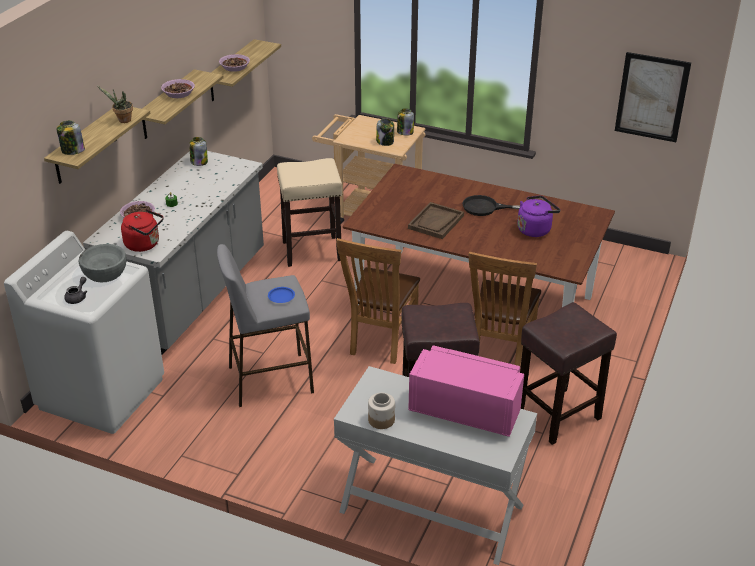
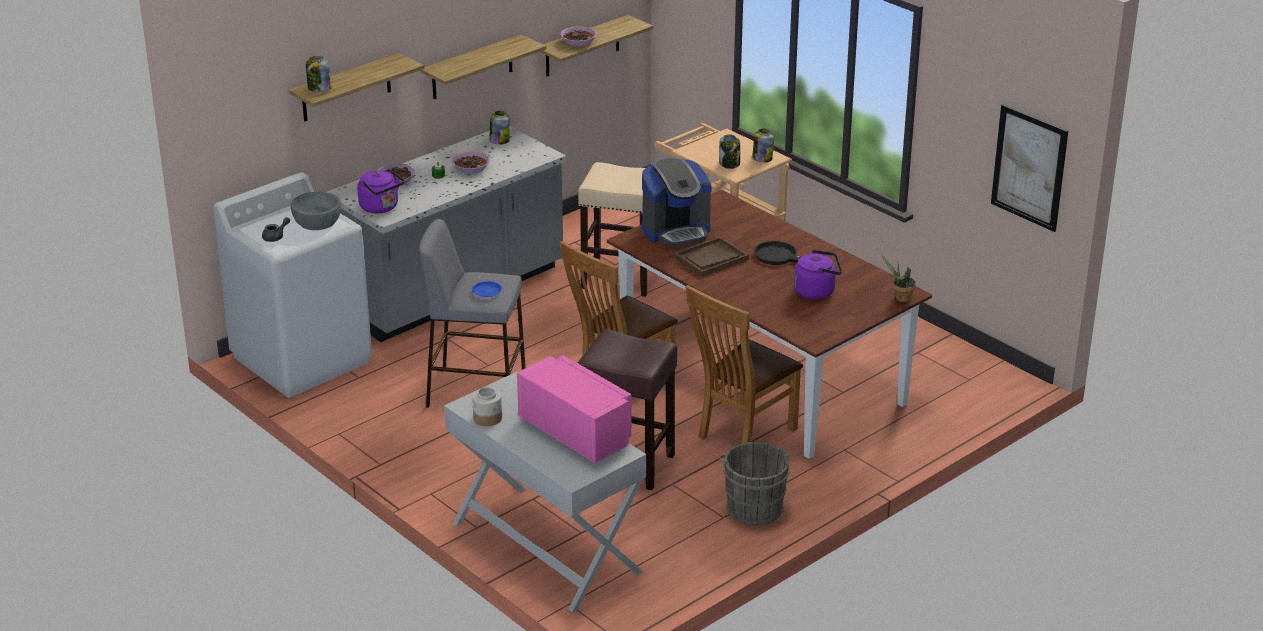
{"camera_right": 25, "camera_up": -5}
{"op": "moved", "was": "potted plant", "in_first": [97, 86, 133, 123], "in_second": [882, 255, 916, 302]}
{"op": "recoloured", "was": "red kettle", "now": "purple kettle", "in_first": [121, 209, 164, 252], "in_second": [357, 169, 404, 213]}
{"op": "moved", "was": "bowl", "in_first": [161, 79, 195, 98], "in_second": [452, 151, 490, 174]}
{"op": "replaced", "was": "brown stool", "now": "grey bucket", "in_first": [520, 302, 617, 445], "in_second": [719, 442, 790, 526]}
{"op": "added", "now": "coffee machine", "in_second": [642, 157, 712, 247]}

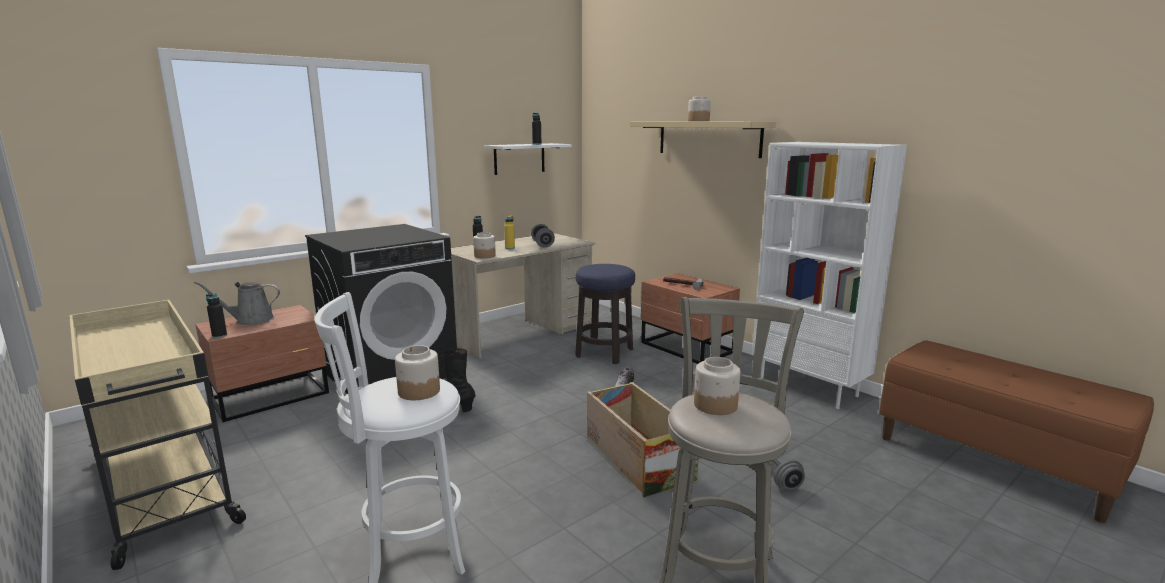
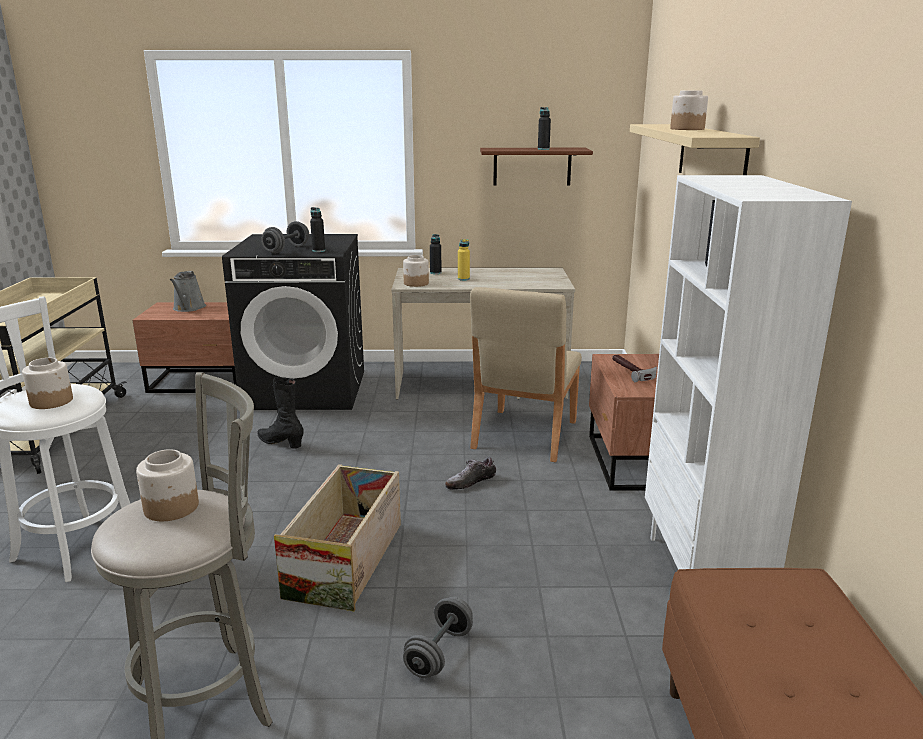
{"camera_right": 40, "camera_up": 5}
{"op": "turned", "was": "grey watering can", "in_first": [194, 281, 280, 325], "in_second": [170, 271, 206, 312], "clockwise": -120}
{"op": "moved", "was": "black bottle", "in_first": [206, 293, 227, 338], "in_second": [310, 207, 325, 252]}
{"op": "recoloured", "was": "white shelf", "now": "brown shelf", "in_first": [484, 143, 572, 175], "in_second": [480, 148, 593, 186]}
{"op": "moved", "was": "grey dumbbell", "in_first": [531, 224, 555, 248], "in_second": [261, 221, 309, 253]}
{"op": "replaced", "was": "stool", "now": "beige chair", "in_first": [575, 264, 635, 364], "in_second": [470, 287, 582, 462]}

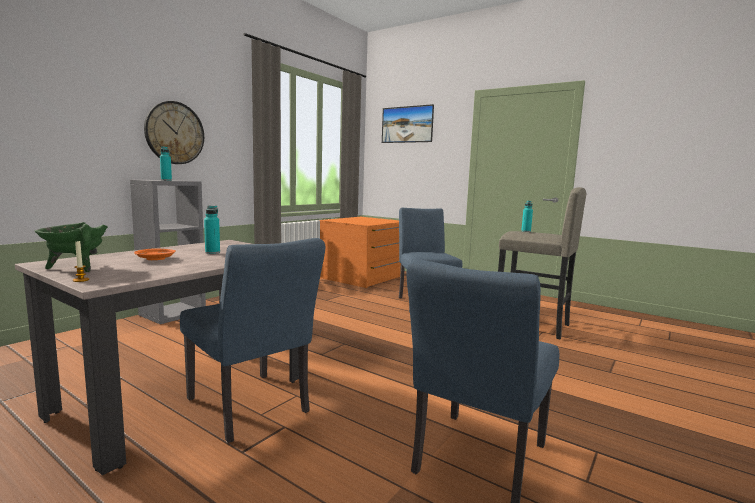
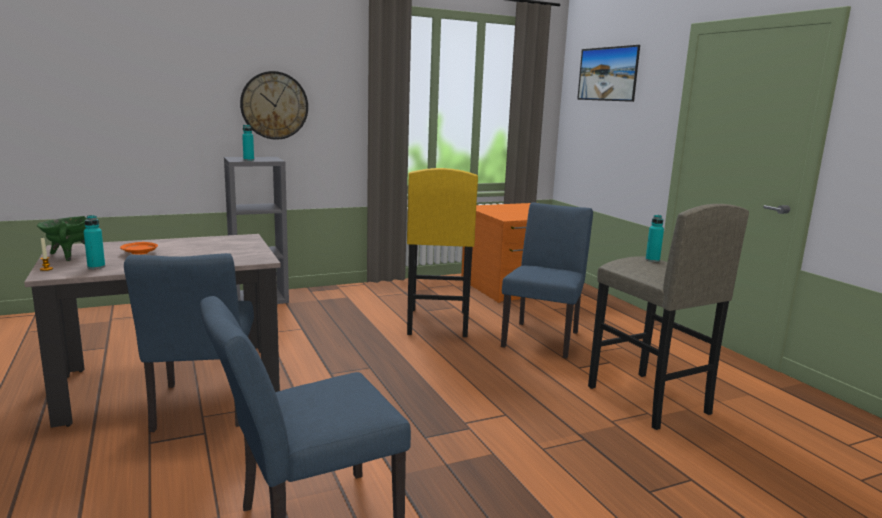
{"camera_right": 30, "camera_up": 5}
{"op": "moved", "was": "turquoise bottle", "in_first": [204, 206, 220, 254], "in_second": [84, 215, 105, 269]}
{"op": "added", "now": "yellow stool", "in_second": [407, 168, 478, 337]}

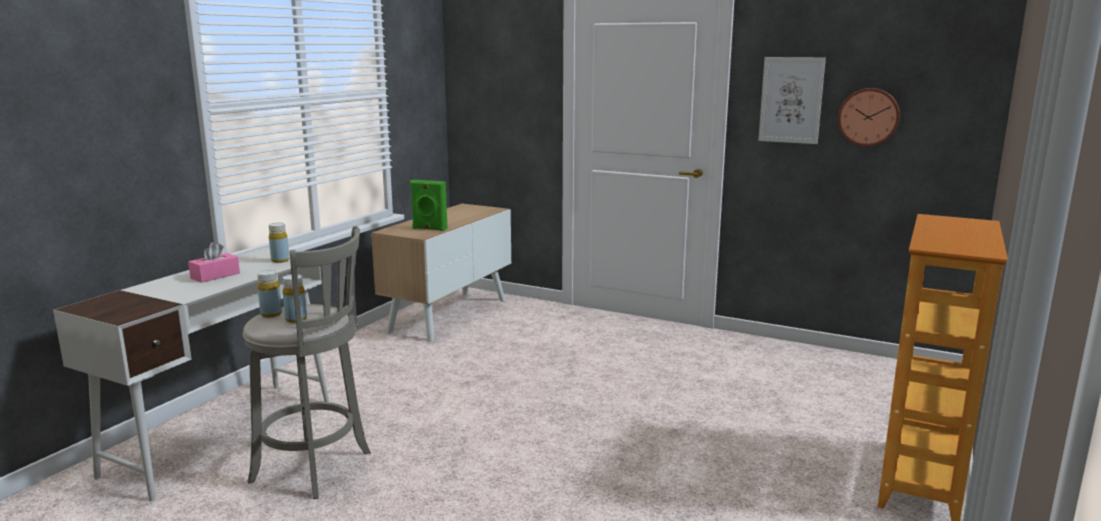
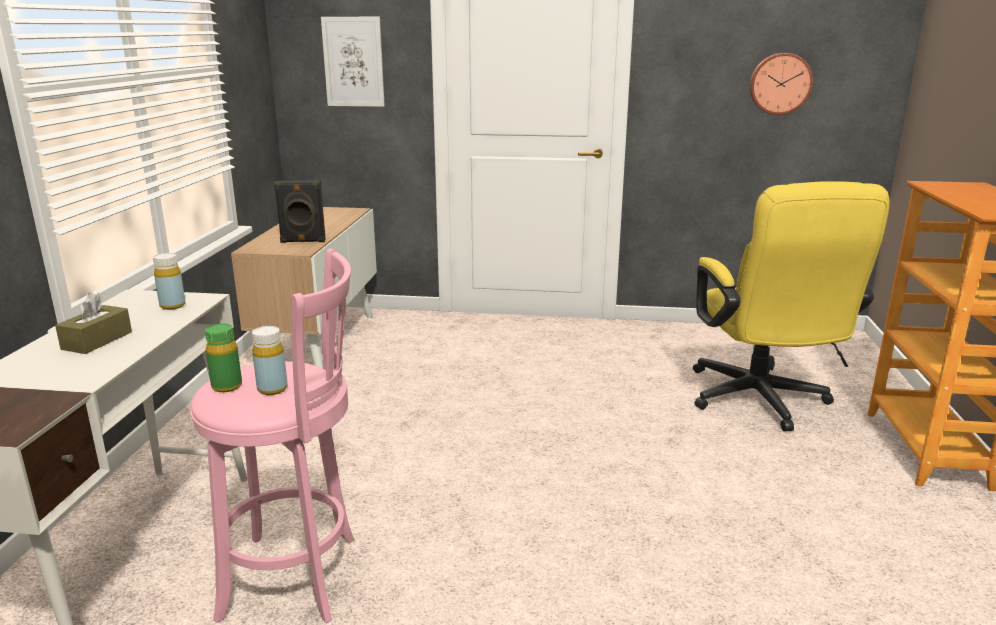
{"camera_right": -20, "camera_up": 5}
{"op": "recoloured", "was": "pink tissue box", "now": "brown tissue box", "in_first": [188, 242, 240, 283], "in_second": [55, 292, 132, 354]}
{"op": "recoloured", "was": "grey stool", "now": "pink stool", "in_first": [243, 226, 371, 499], "in_second": [190, 248, 355, 624]}
{"op": "recoloured", "was": "yellow bottle", "now": "green bottle", "in_first": [257, 270, 282, 317], "in_second": [205, 324, 242, 392]}
{"op": "recoloured", "was": "green speaker", "now": "black speaker", "in_first": [410, 180, 447, 231], "in_second": [274, 180, 326, 243]}
{"op": "moved", "was": "picture", "in_first": [758, 57, 826, 144], "in_second": [321, 17, 385, 107]}
{"op": "added", "now": "yellow office chair", "in_second": [693, 181, 890, 431]}

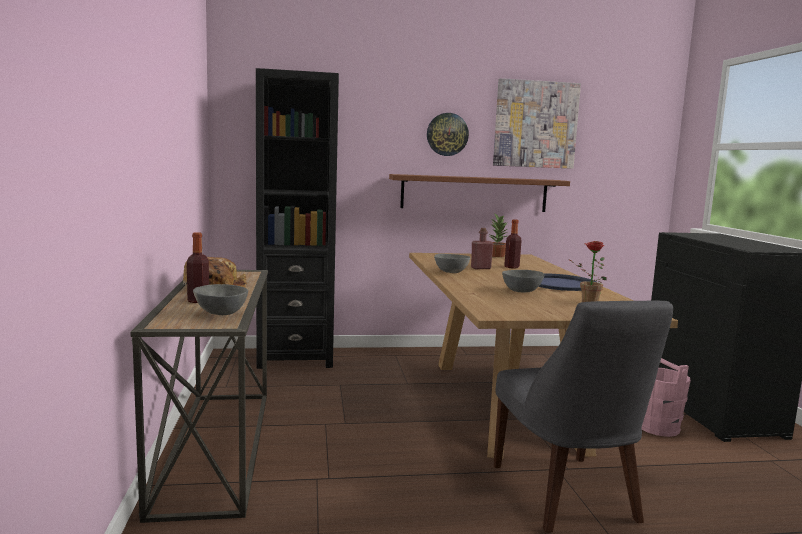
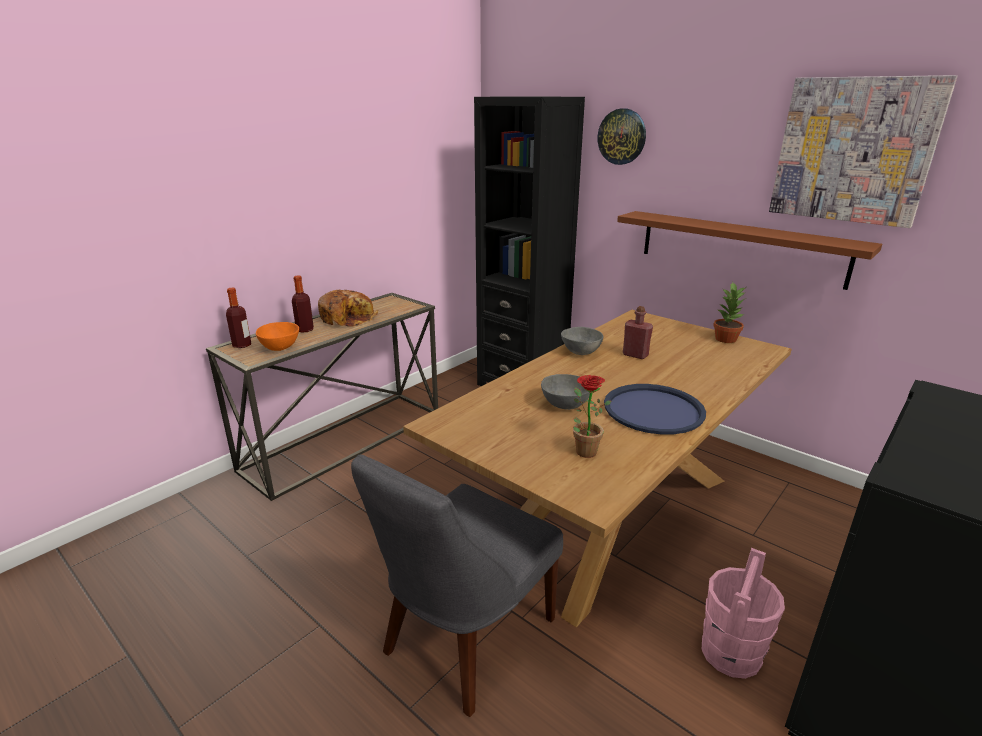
{"camera_right": 50, "camera_up": 15}
{"op": "recoloured", "was": "grey bowl", "now": "orange bowl", "in_first": [193, 284, 248, 315], "in_second": [256, 322, 299, 351]}
{"op": "moved", "was": "wall clock", "in_first": [427, 113, 469, 156], "in_second": [598, 109, 646, 165]}
{"op": "moved", "was": "bottle", "in_first": [504, 219, 522, 269], "in_second": [226, 288, 251, 348]}

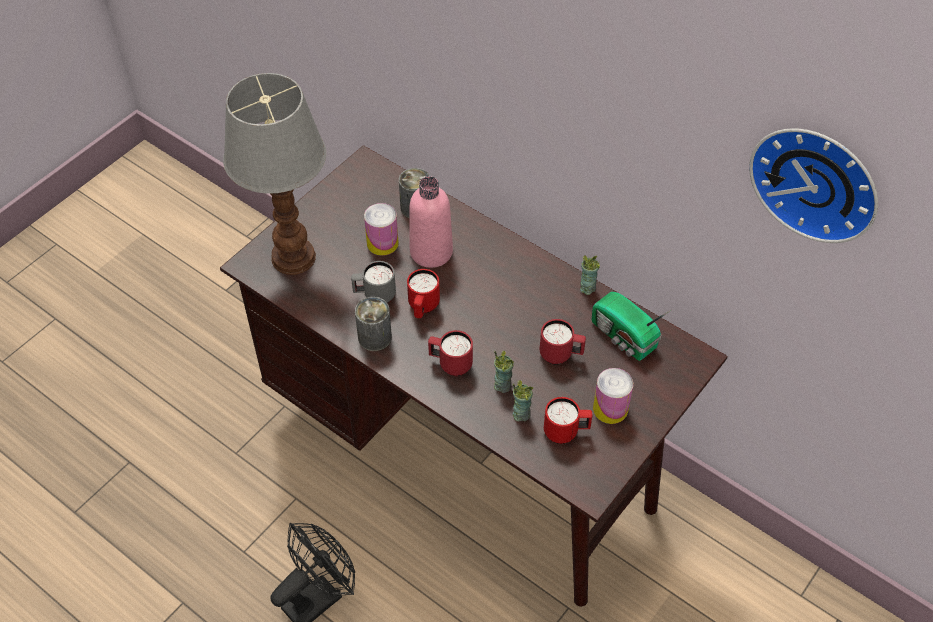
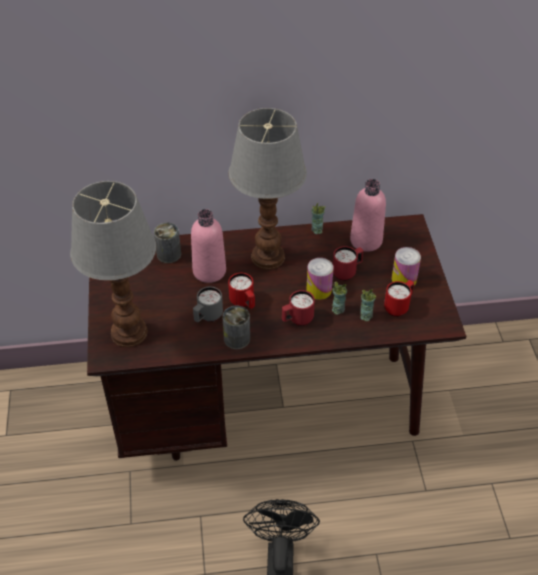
{"camera_right": -45, "camera_up": -5}
{"op": "moved", "was": "can", "in_first": [364, 203, 399, 256], "in_second": [306, 258, 334, 300]}
{"op": "replaced", "was": "radio", "now": "pink bottle", "in_first": [591, 292, 672, 361], "in_second": [350, 179, 386, 252]}
{"op": "removed", "was": "wall clock", "in_first": [749, 128, 878, 243]}
{"op": "added", "now": "table lamp", "in_second": [228, 108, 307, 270]}

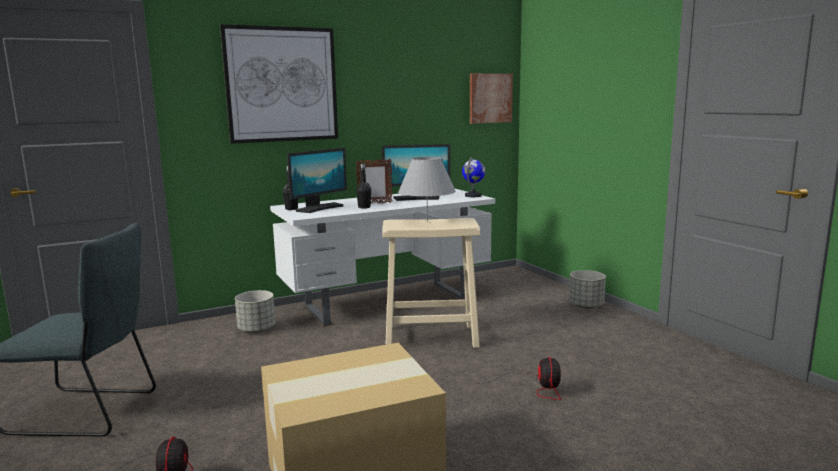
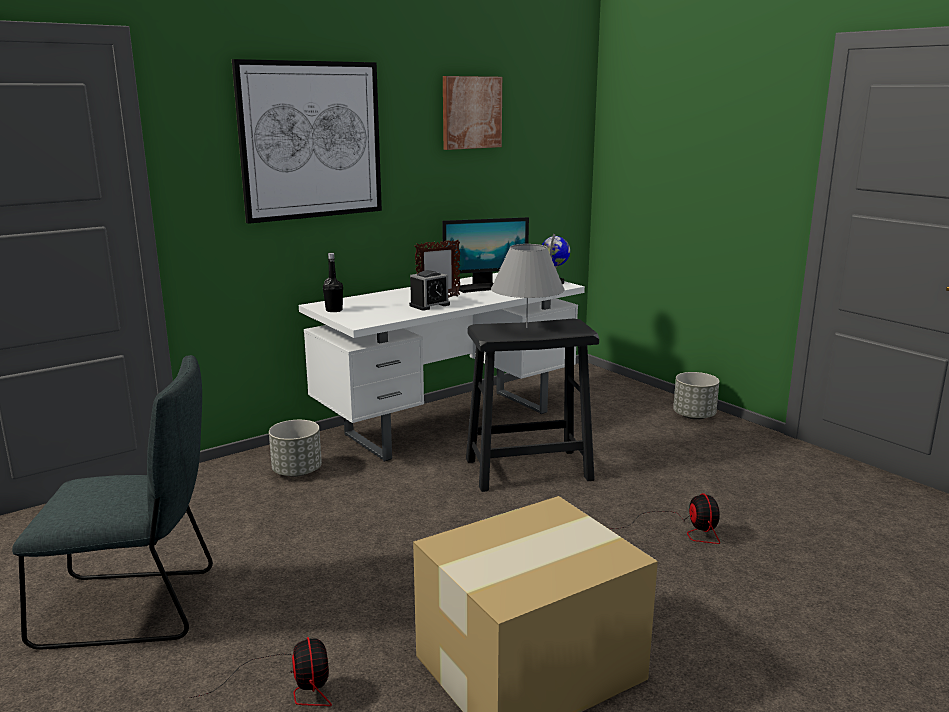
{"camera_right": -10, "camera_up": 5}
{"op": "removed", "was": "monitor", "in_first": [287, 148, 347, 213]}
{"op": "replaced", "was": "black bottle", "now": "alarm clock", "in_first": [356, 164, 371, 208], "in_second": [409, 270, 450, 310]}
{"op": "recoloured", "was": "beige stool", "now": "black stool", "in_first": [382, 218, 480, 348], "in_second": [466, 319, 599, 492]}
{"op": "moved", "was": "picture", "in_first": [470, 73, 513, 124], "in_second": [443, 76, 502, 150]}

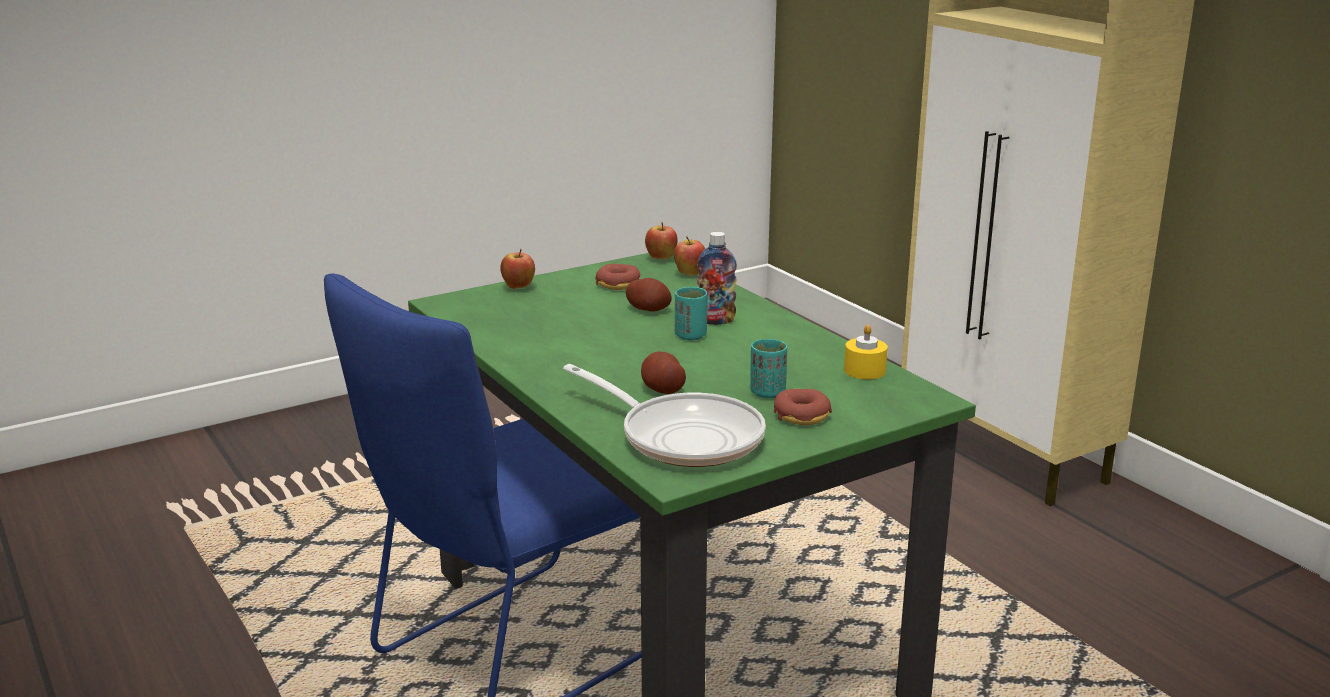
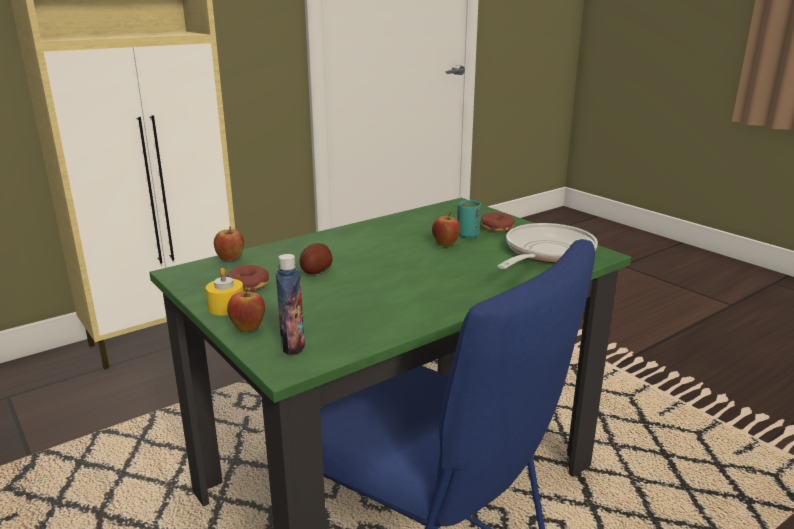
{"camera_right": -95, "camera_up": 0}
{"op": "removed", "was": "potato", "in_first": [641, 351, 686, 394]}
{"op": "moved", "was": "apple", "in_first": [645, 223, 678, 259], "in_second": [432, 212, 460, 246]}
{"op": "removed", "was": "turquoise cup", "in_first": [675, 287, 707, 340]}
{"op": "moved", "was": "bottle", "in_first": [697, 232, 737, 325], "in_second": [276, 254, 305, 355]}
{"op": "moved", "was": "yellow candle", "in_first": [844, 324, 888, 379], "in_second": [206, 268, 243, 316]}

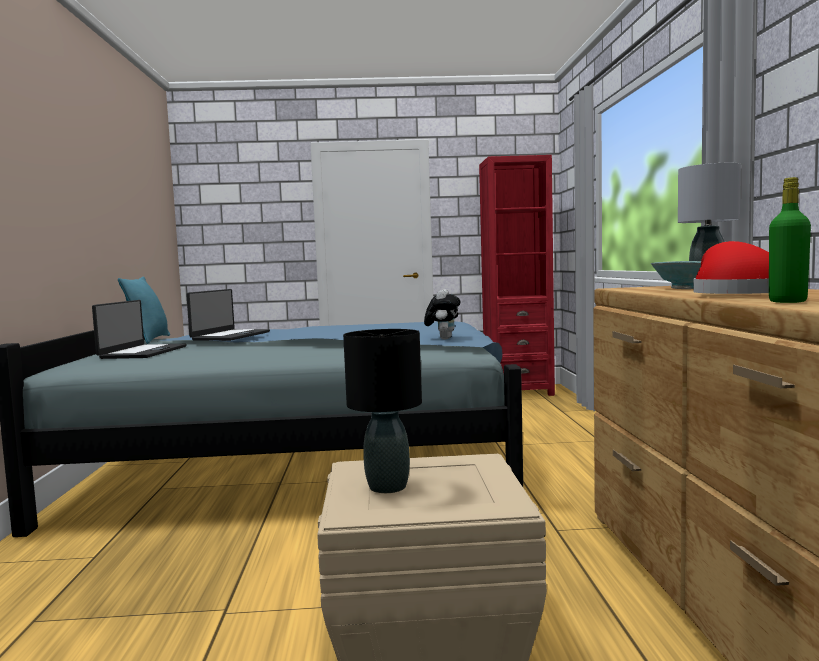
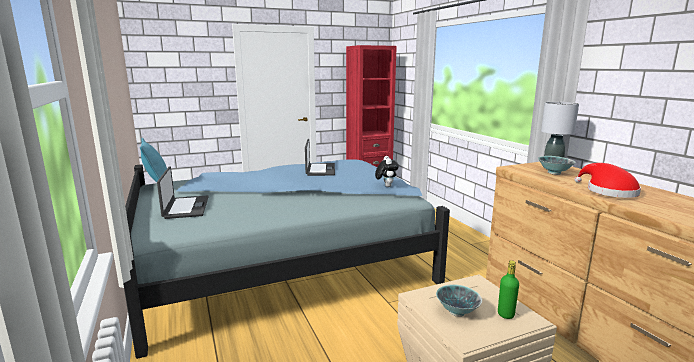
{"camera_right": -20, "camera_up": 10}
{"op": "moved", "was": "laptop", "in_first": [186, 289, 270, 341], "in_second": [305, 139, 335, 176]}
{"op": "replaced", "was": "black table lamp", "now": "bowl", "in_first": [343, 329, 422, 493], "in_second": [436, 284, 482, 317]}
{"op": "moved", "was": "green bottle", "in_first": [769, 177, 811, 303], "in_second": [498, 260, 519, 319]}

